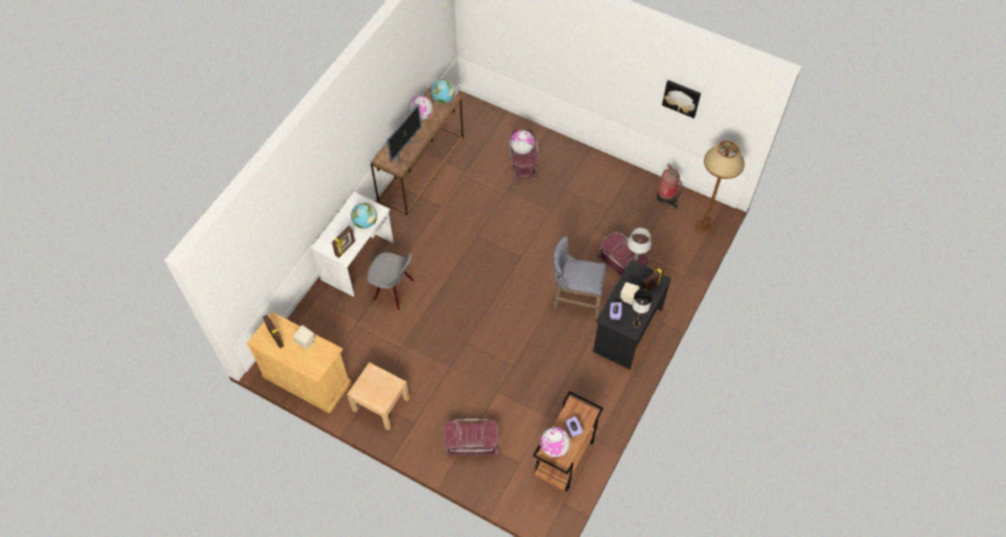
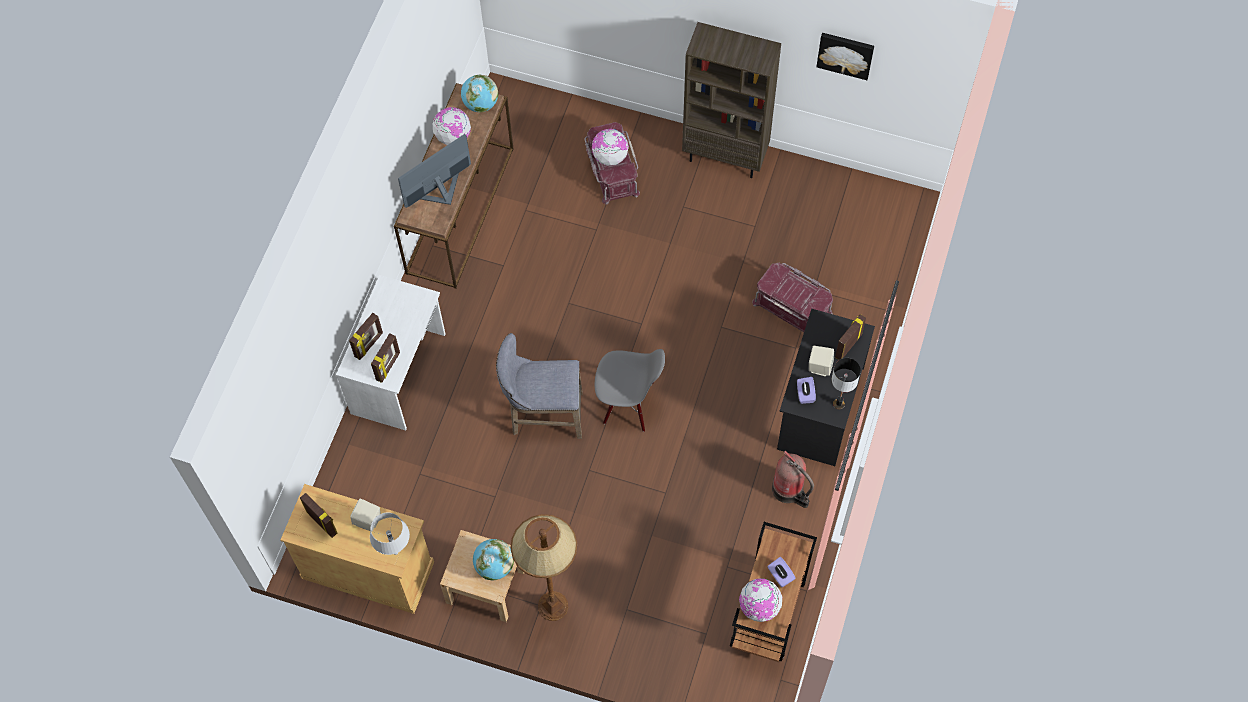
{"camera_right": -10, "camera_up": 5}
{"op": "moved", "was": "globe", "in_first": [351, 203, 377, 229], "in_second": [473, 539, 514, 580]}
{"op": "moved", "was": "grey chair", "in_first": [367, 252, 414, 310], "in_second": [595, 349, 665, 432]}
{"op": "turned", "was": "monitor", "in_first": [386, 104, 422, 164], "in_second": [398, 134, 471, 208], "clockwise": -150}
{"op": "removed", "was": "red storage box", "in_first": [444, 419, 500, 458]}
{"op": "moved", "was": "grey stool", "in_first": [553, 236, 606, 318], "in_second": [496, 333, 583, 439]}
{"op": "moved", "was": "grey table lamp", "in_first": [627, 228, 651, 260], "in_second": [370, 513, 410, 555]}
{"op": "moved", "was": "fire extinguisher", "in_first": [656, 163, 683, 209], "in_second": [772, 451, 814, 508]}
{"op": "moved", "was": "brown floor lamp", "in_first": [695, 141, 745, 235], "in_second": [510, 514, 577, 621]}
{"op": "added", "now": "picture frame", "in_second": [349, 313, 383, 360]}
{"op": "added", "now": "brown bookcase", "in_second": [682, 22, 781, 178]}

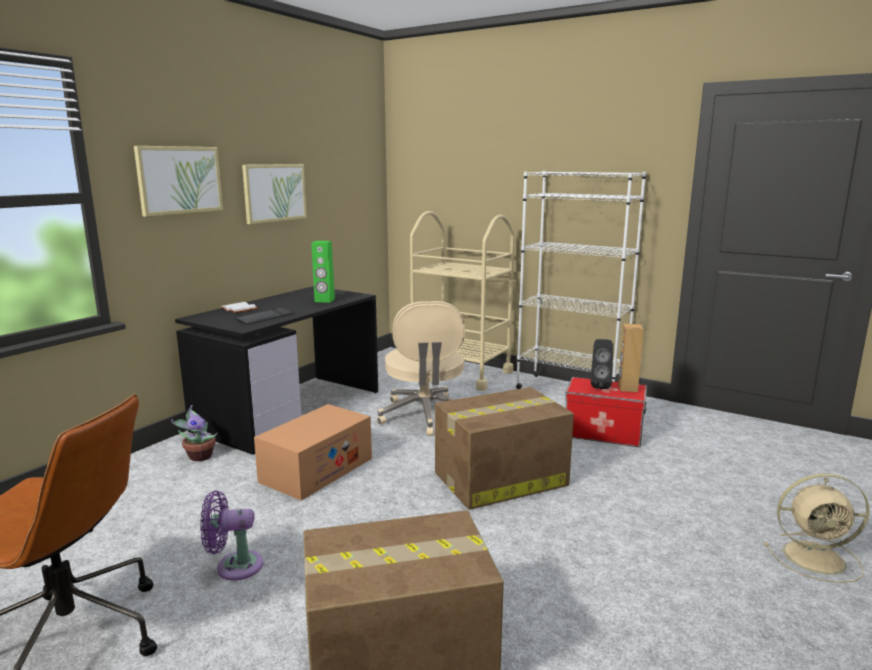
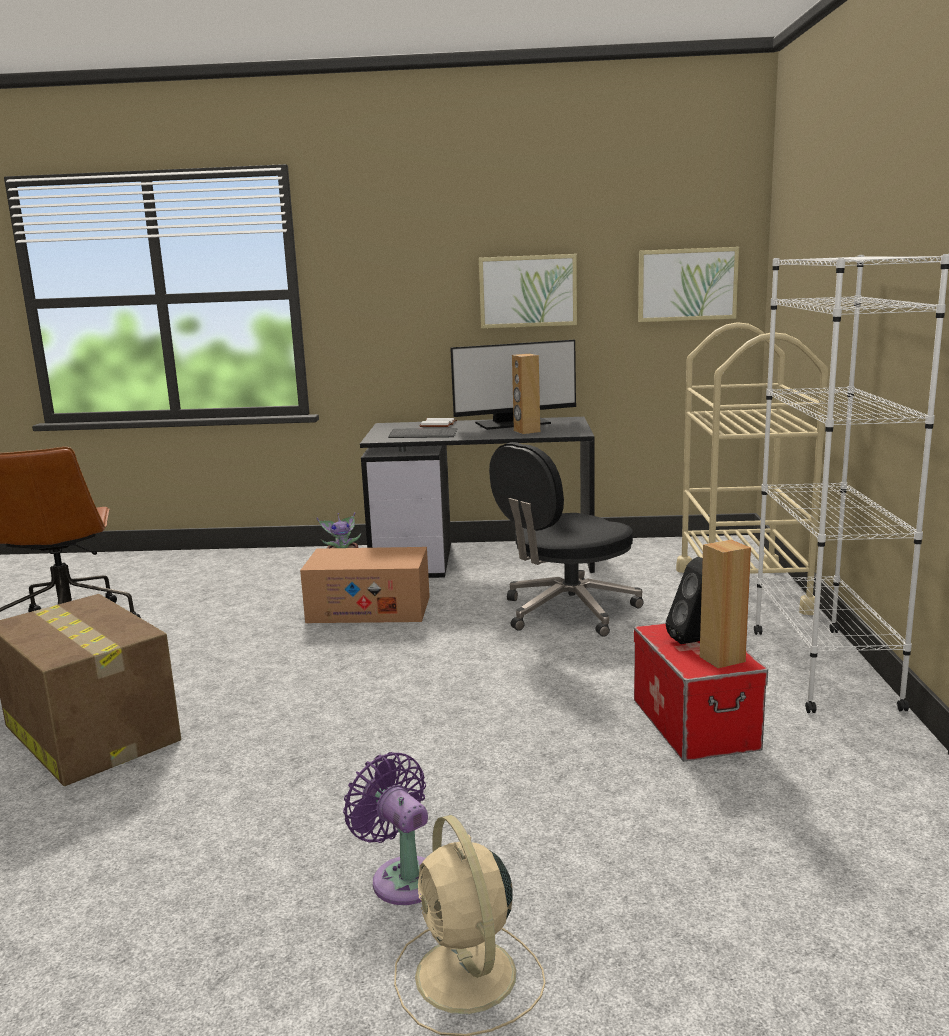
{"camera_right": 60, "camera_up": 0}
{"op": "moved", "was": "picture", "in_first": [134, 146, 223, 217], "in_second": [638, 247, 739, 322]}
{"op": "moved", "was": "purple fan", "in_first": [200, 490, 263, 581], "in_second": [343, 752, 428, 905]}
{"op": "recoloured", "was": "green speaker", "now": "brown speaker", "in_first": [311, 241, 335, 303], "in_second": [512, 354, 540, 434]}
{"op": "recoloured", "was": "beige office chair", "now": "black office chair", "in_first": [377, 301, 465, 436], "in_second": [489, 442, 644, 637]}
{"op": "removed", "was": "cardboard box", "in_first": [435, 387, 574, 510]}
{"op": "added", "now": "monitor", "in_second": [450, 340, 576, 430]}

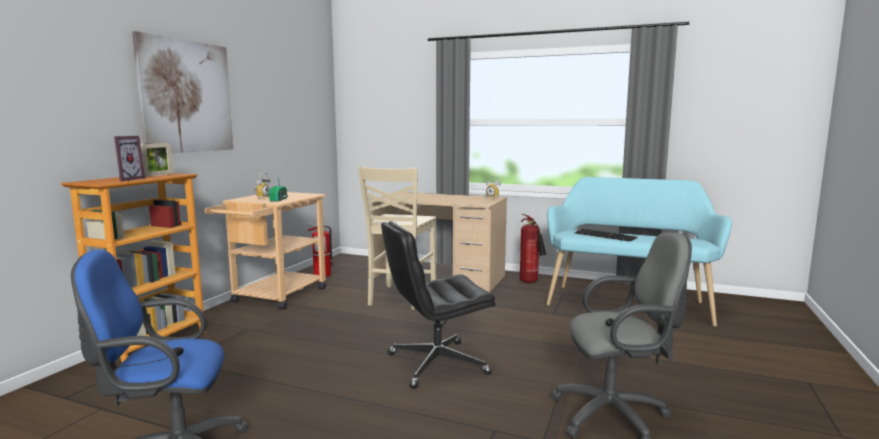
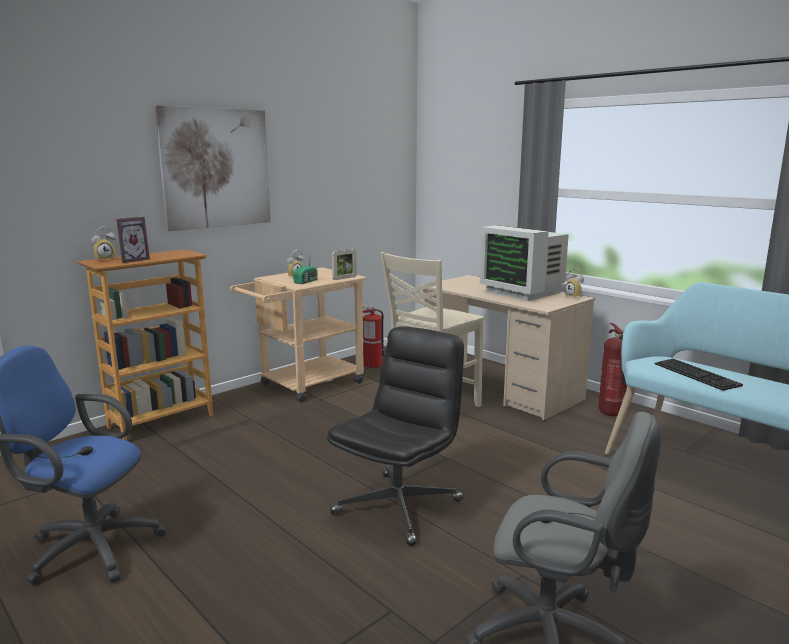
{"camera_right": 25, "camera_up": 5}
{"op": "moved", "was": "picture frame", "in_first": [140, 143, 173, 177], "in_second": [332, 249, 357, 280]}
{"op": "turned", "was": "black office chair", "in_first": [381, 221, 495, 389], "in_second": [327, 326, 464, 546], "clockwise": 120}
{"op": "added", "now": "alarm clock", "in_second": [91, 226, 116, 261]}
{"op": "added", "now": "monitor", "in_second": [480, 225, 569, 301]}

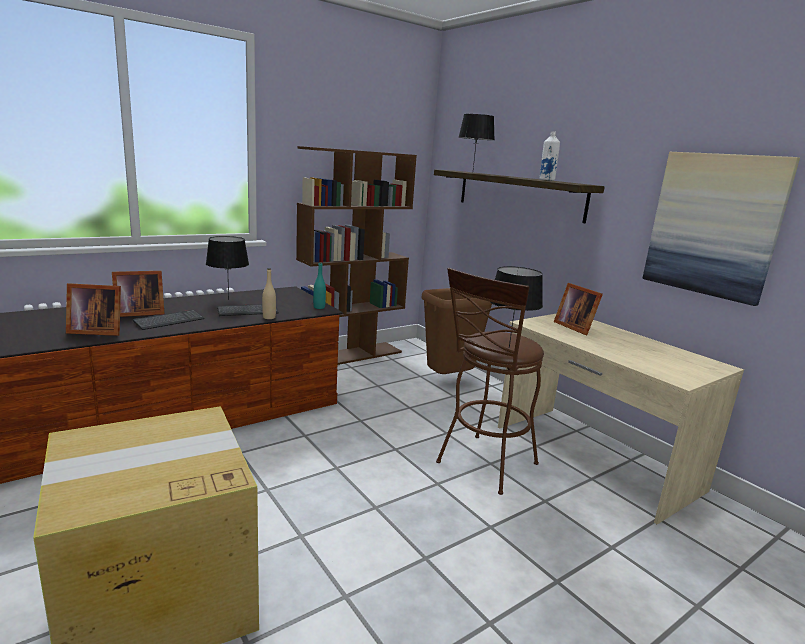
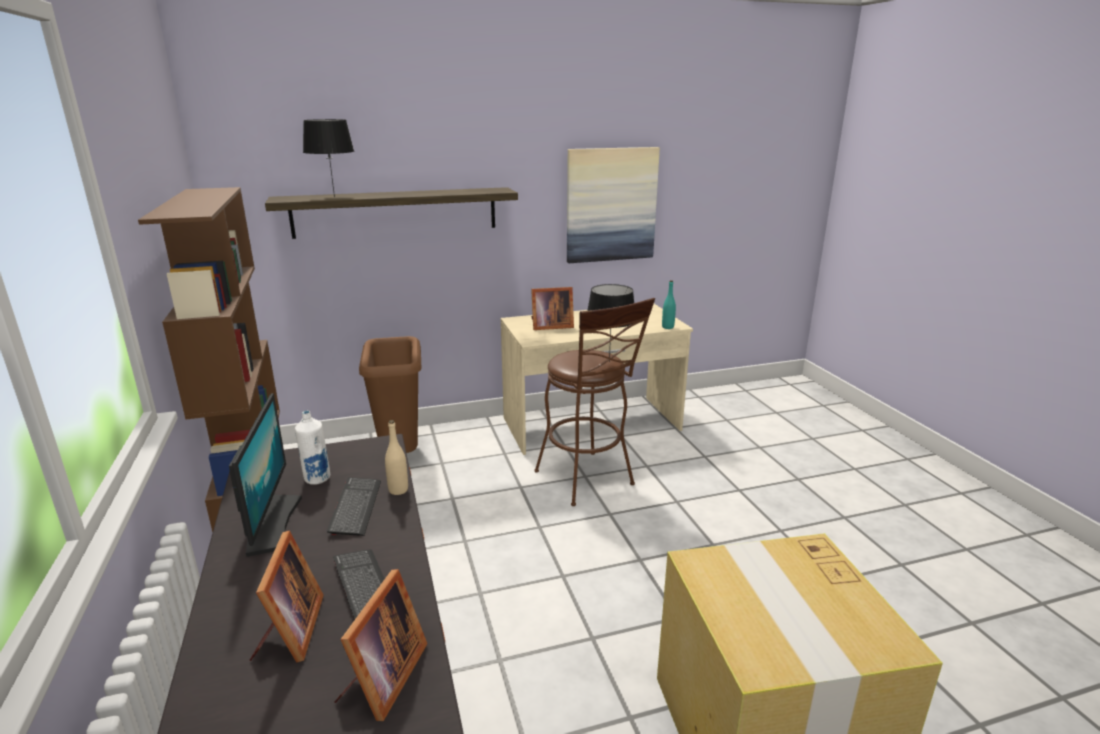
{"camera_right": -70, "camera_up": 5}
{"op": "replaced", "was": "black table lamp", "now": "monitor", "in_first": [206, 236, 249, 300], "in_second": [229, 393, 302, 557]}
{"op": "moved", "was": "turquoise bottle", "in_first": [313, 262, 326, 309], "in_second": [662, 280, 676, 329]}
{"op": "moved", "was": "white bottle", "in_first": [539, 131, 560, 181], "in_second": [295, 411, 330, 485]}

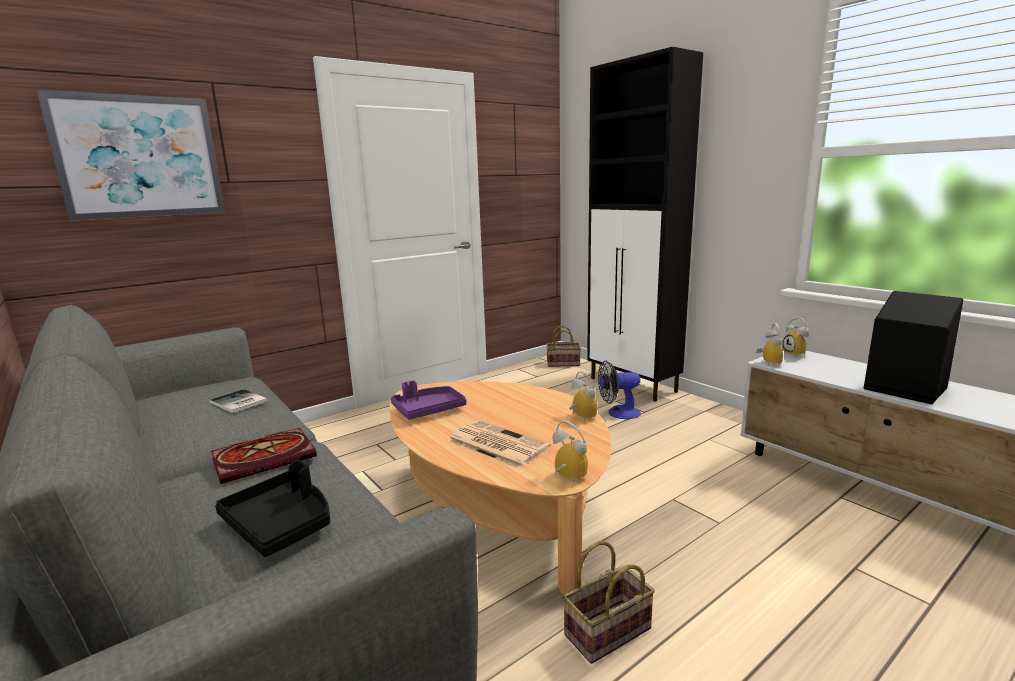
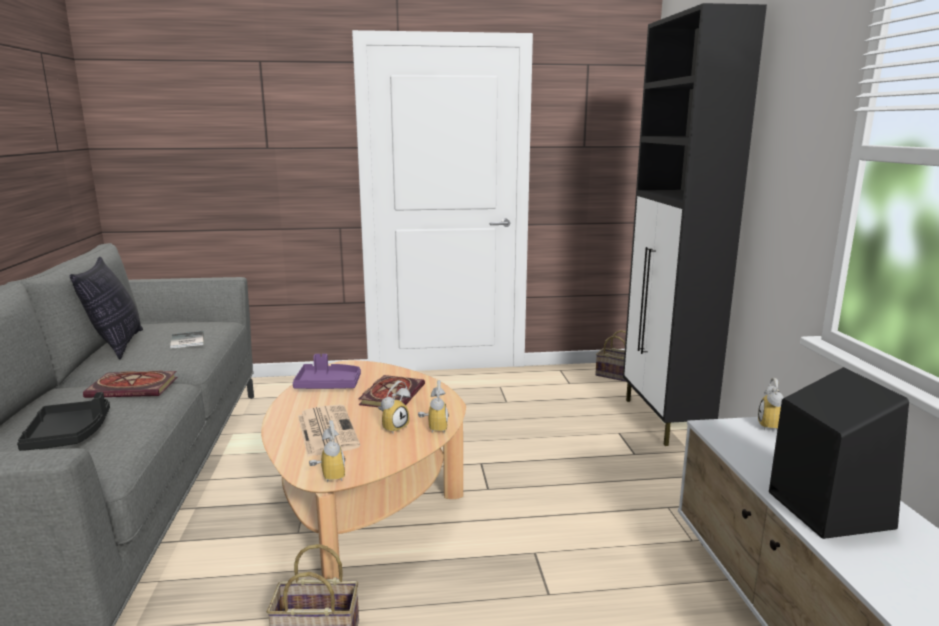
{"camera_right": 30, "camera_up": 0}
{"op": "removed", "was": "picture", "in_first": [37, 90, 225, 221]}
{"op": "removed", "was": "fan", "in_first": [598, 361, 641, 419]}
{"op": "moved", "was": "alarm clock", "in_first": [756, 323, 783, 365], "in_second": [378, 381, 410, 434]}
{"op": "added", "now": "pillow", "in_second": [70, 257, 143, 359]}
{"op": "added", "now": "book", "in_second": [359, 375, 425, 407]}

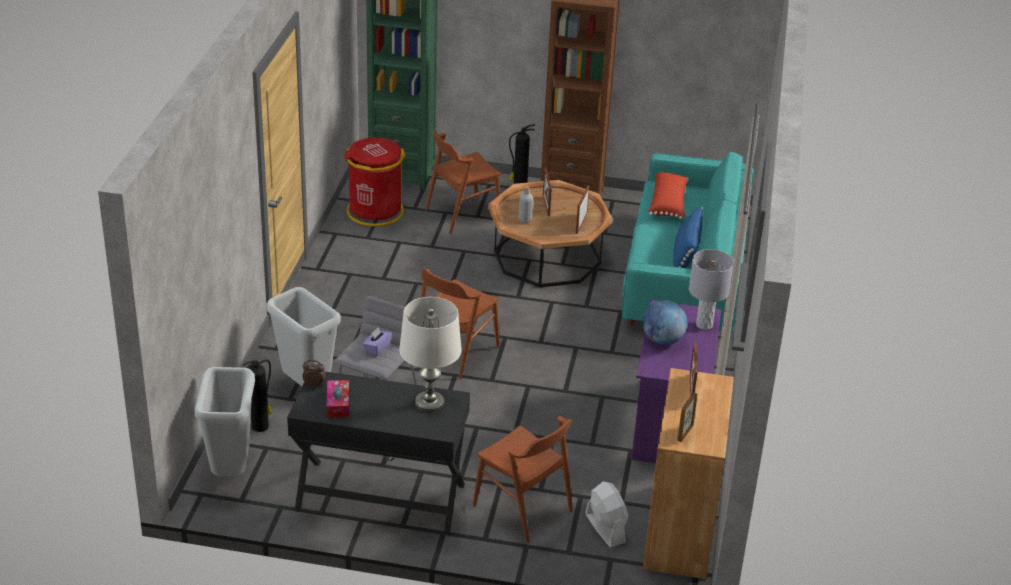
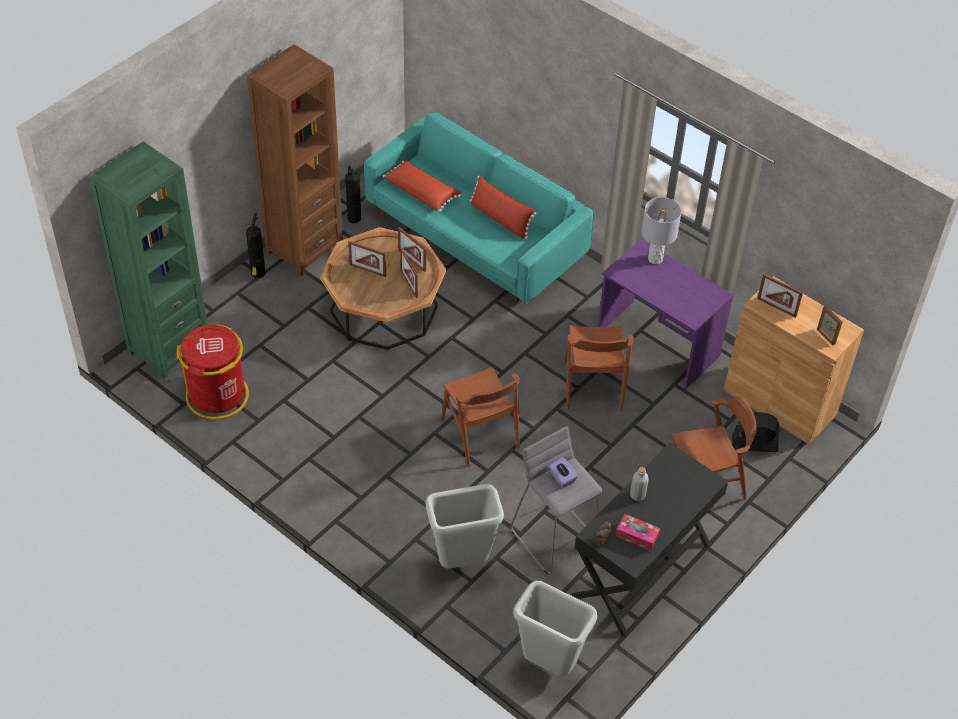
{"camera_right": -60, "camera_up": 15}
{"op": "moved", "was": "fire extinguisher", "in_first": [243, 359, 272, 432], "in_second": [345, 165, 361, 223]}
{"op": "removed", "was": "white table lamp", "in_first": [399, 297, 462, 413]}
{"op": "moved", "was": "brown chair", "in_first": [425, 130, 501, 234], "in_second": [564, 325, 634, 411]}
{"op": "moved", "was": "grey bottle", "in_first": [519, 186, 533, 223], "in_second": [630, 467, 649, 501]}
{"op": "recoloured", "was": "white fan", "now": "black fan", "in_first": [585, 482, 628, 547], "in_second": [732, 412, 780, 452]}
{"op": "removed", "was": "globe", "in_first": [643, 300, 687, 345]}
{"op": "recoloured", "was": "blue pillow", "now": "red pillow", "in_first": [673, 206, 703, 268], "in_second": [469, 175, 537, 239]}
{"op": "added", "now": "picture frame", "in_second": [400, 247, 418, 298]}

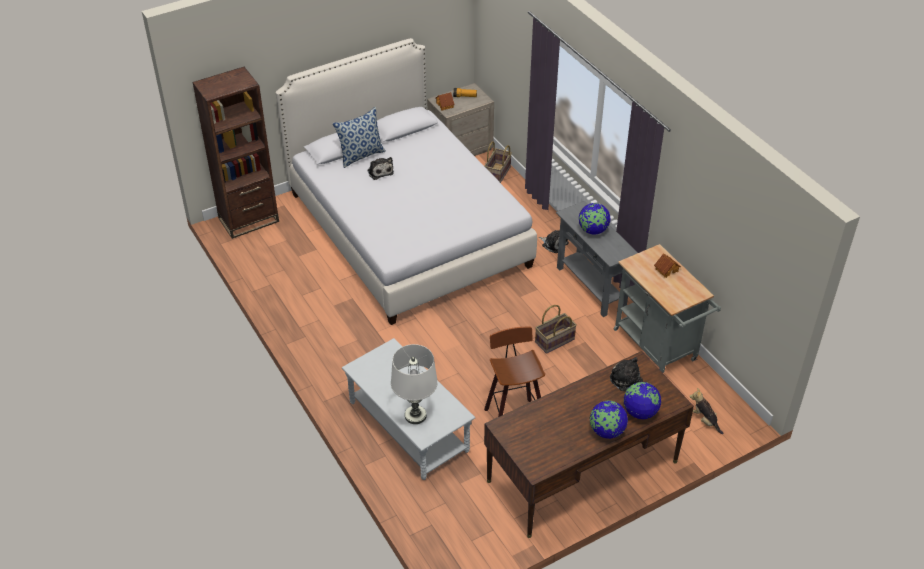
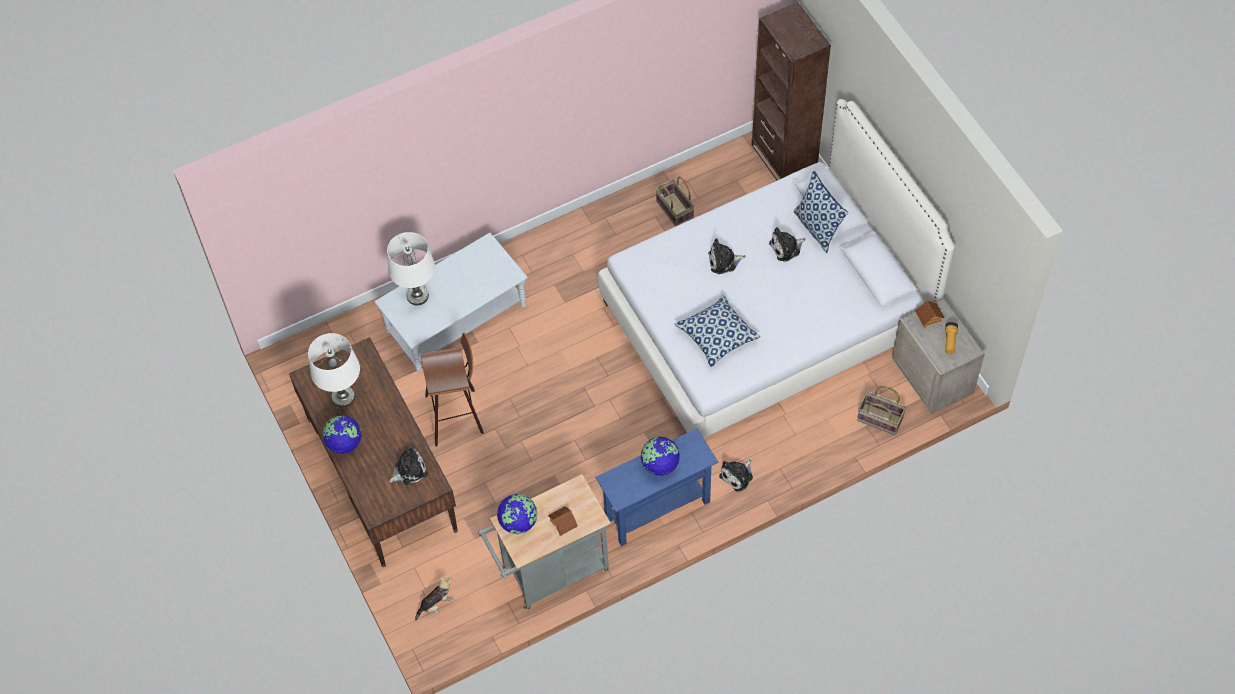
{"camera_right": 95, "camera_up": 15}
{"op": "moved", "was": "basket", "in_first": [535, 305, 577, 354], "in_second": [656, 176, 695, 226]}
{"op": "recoloured", "was": "grey console table", "now": "blue console table", "in_first": [556, 201, 638, 317], "in_second": [596, 428, 718, 546]}
{"op": "moved", "was": "globe", "in_first": [624, 382, 661, 419], "in_second": [497, 494, 537, 534]}
{"op": "added", "now": "white table lamp", "in_second": [308, 333, 360, 407]}
{"op": "added", "now": "pillow", "in_second": [675, 294, 760, 367]}
{"op": "added", "now": "plush toy", "in_second": [708, 238, 745, 274]}

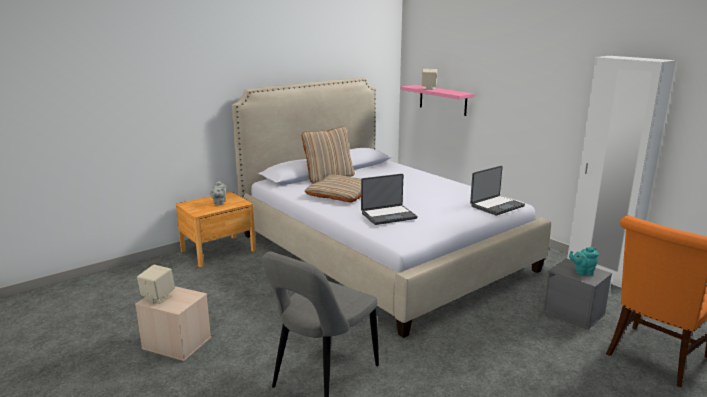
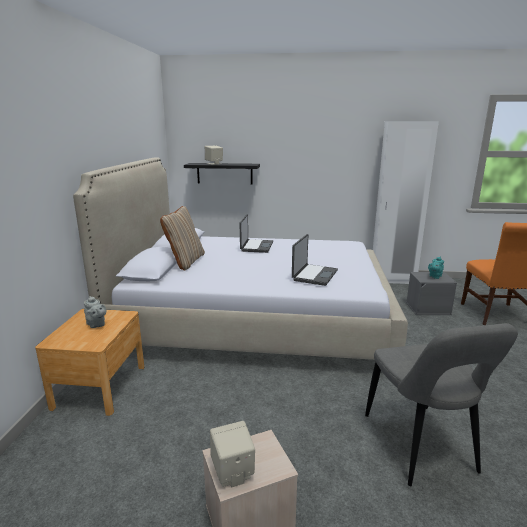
{"camera_right": -45, "camera_up": 0}
{"op": "removed", "was": "beige pillow", "in_first": [305, 175, 361, 203]}
{"op": "recoloured", "was": "pink shelf", "now": "black shelf", "in_first": [400, 85, 475, 116], "in_second": [184, 163, 260, 184]}
{"op": "moved", "was": "laptop", "in_first": [470, 166, 525, 216], "in_second": [240, 215, 273, 253]}

